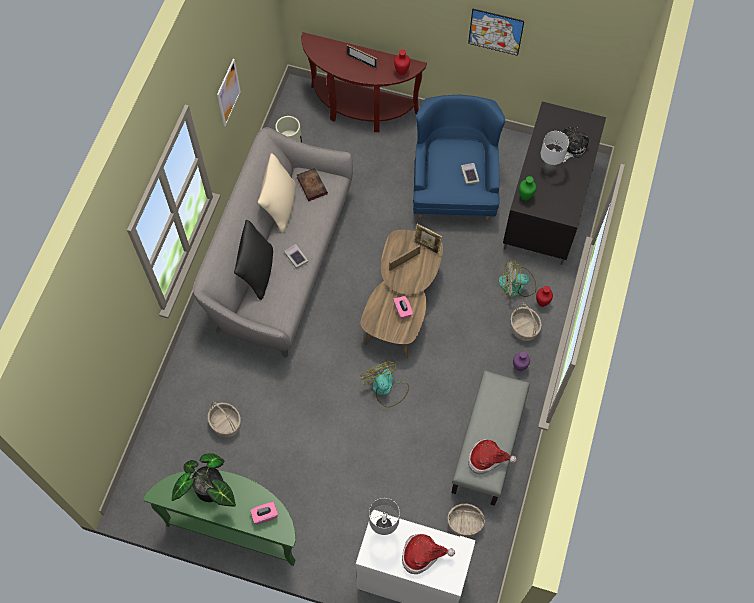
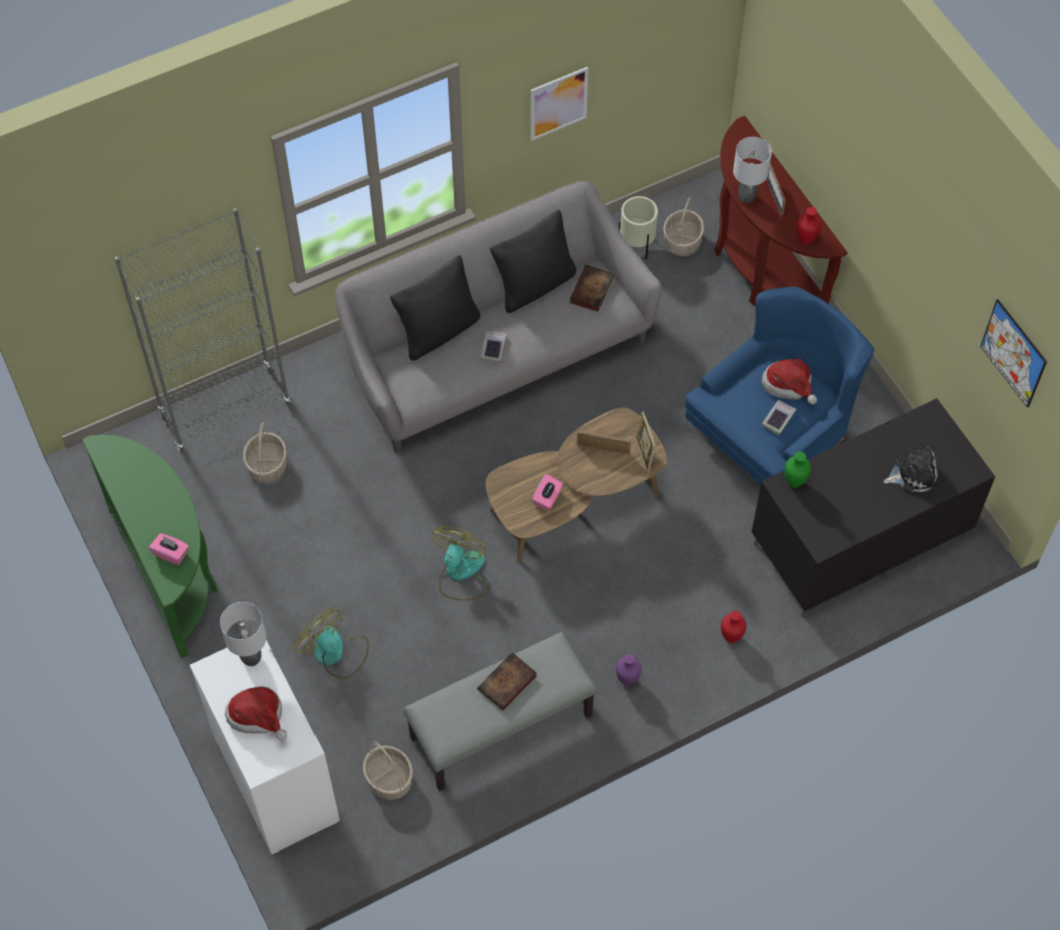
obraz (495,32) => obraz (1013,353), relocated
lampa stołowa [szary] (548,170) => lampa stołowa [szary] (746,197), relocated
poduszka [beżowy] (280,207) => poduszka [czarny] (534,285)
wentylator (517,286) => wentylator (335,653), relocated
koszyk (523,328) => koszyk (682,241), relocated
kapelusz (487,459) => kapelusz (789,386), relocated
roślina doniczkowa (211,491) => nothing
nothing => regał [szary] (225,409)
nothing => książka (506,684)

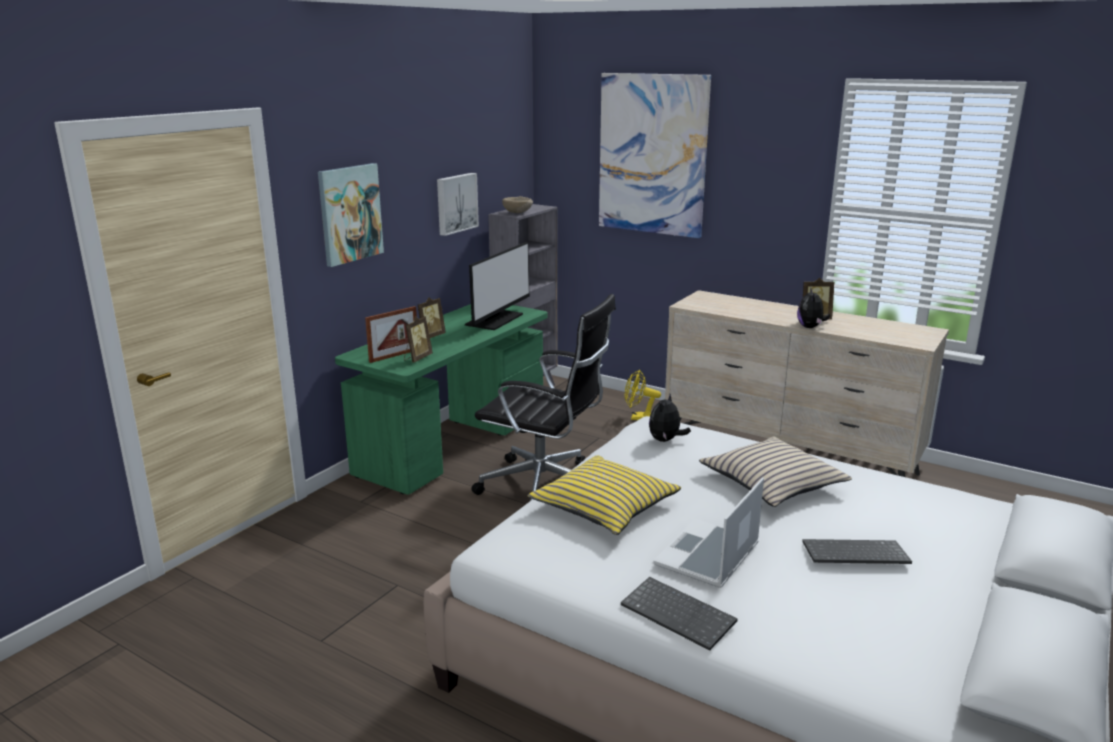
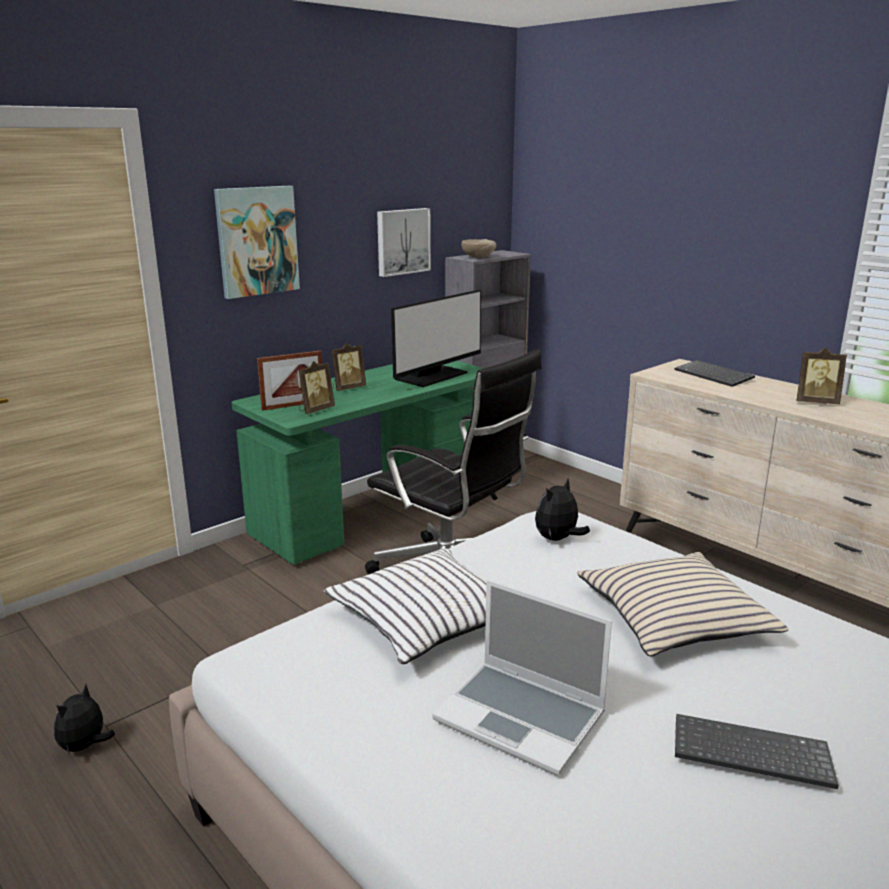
obraz (652,155) => nothing
pluszak (810,327) => pluszak (85,746), relocated
wentylator [żółty] (638,418) => nothing
poduszka [żółty] (605,506) => poduszka [biały] (426,619)
laptop (708,556) => laptop (522,717), 105 degrees counterclockwise
klawiatura (680,614) => klawiatura (715,375), relocated

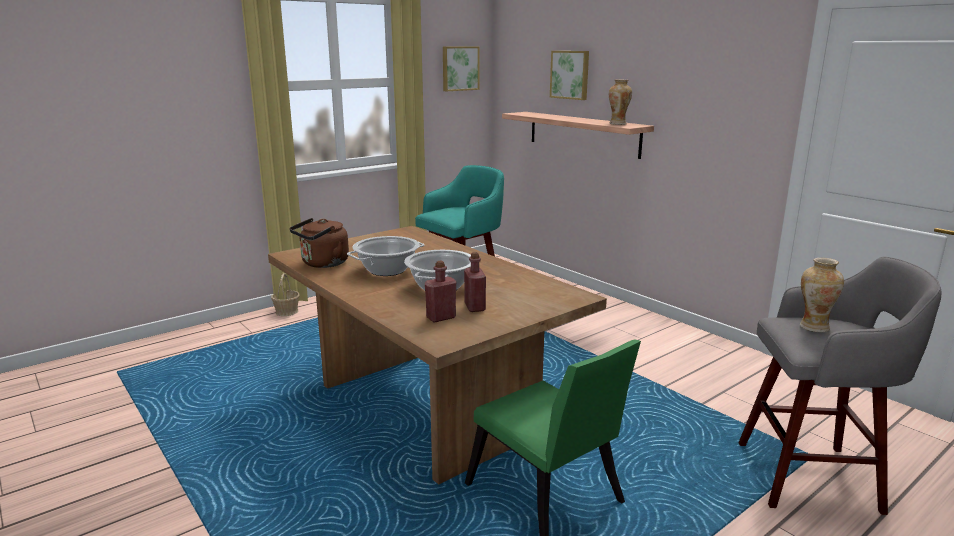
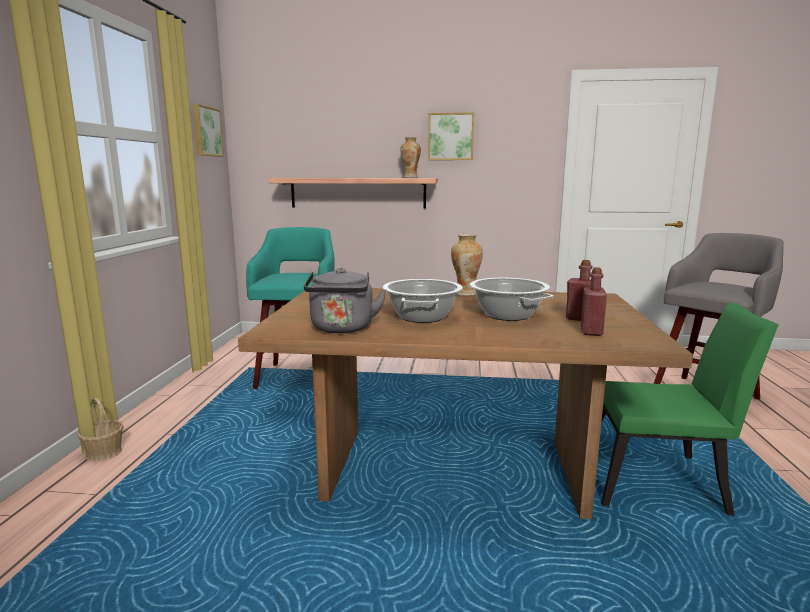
obraz (570,75) => obraz (450,137), relocated
czajnik [brązowy] (323,264) => czajnik [szary] (342,329)
wazon (813,327) => wazon (465,293), relocated

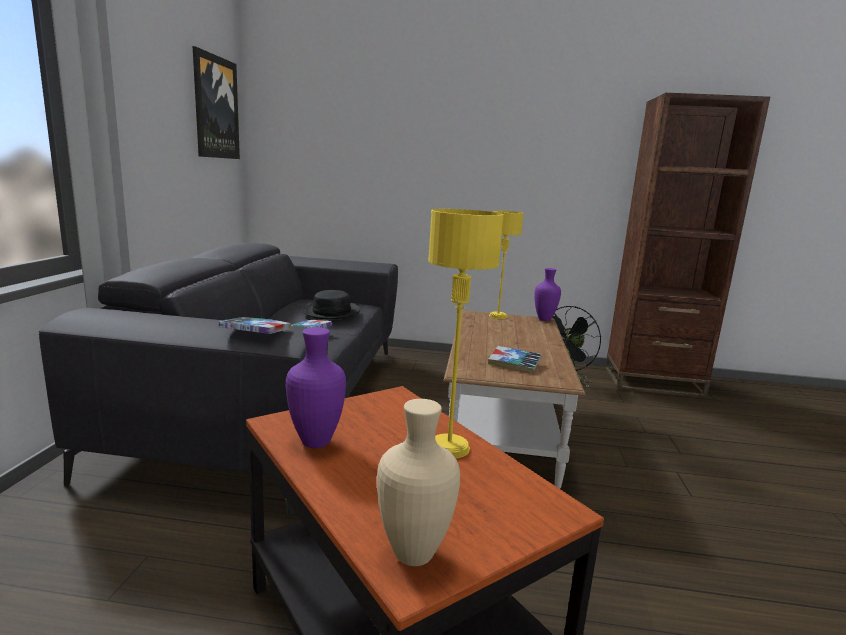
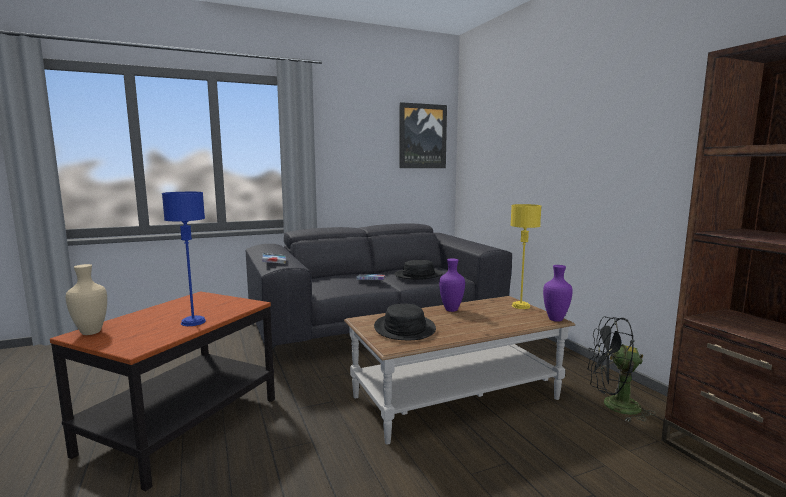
lampa stołowa [żółty] (448,448) => lampa stołowa [niebieski] (193,322)
wazon [fioletowy] (318,442) => wazon [fioletowy] (451,310), relocated
książka (514,364) => kapelusz [czarny] (404,328)

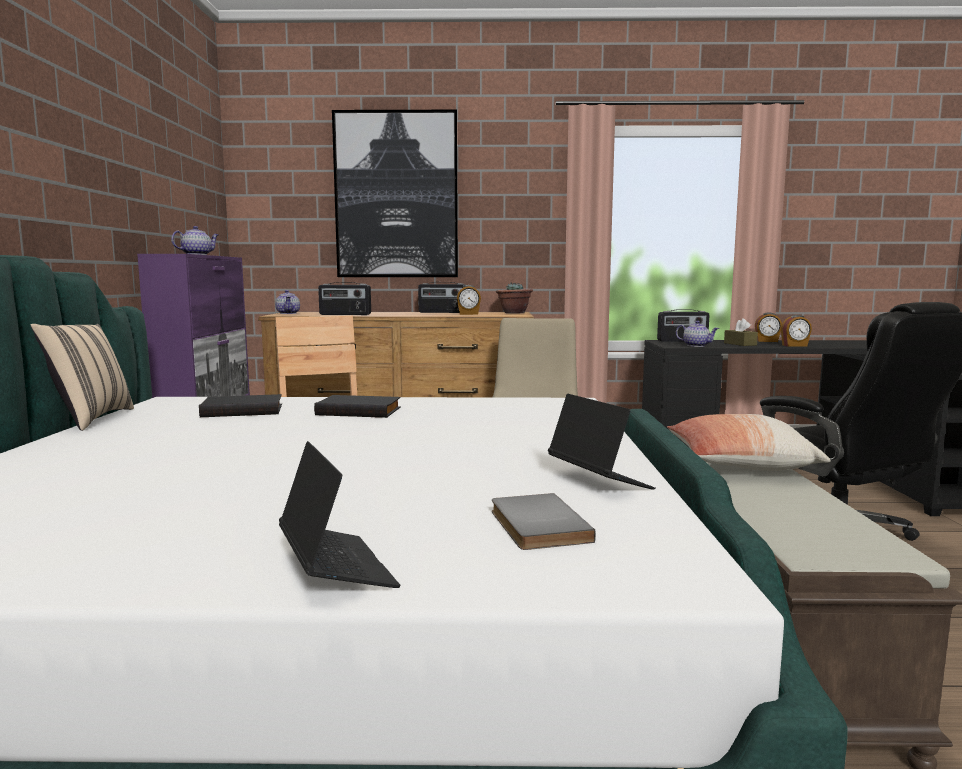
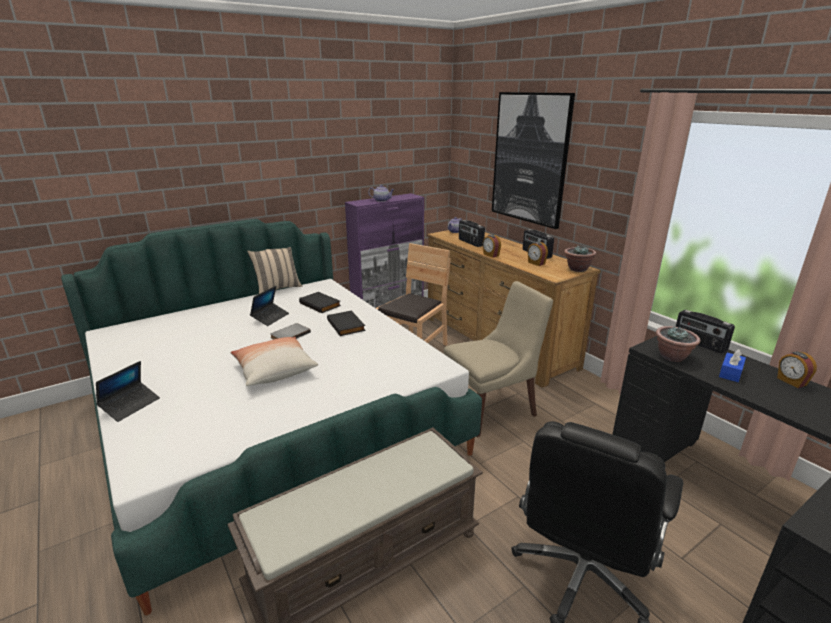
budzik (795,345) => budzik (490,255), relocated
pudełko chusteczek [brązowy] (740,344) => pudełko chusteczek [niebieski] (730,373)
imbryk (696,345) => roślina doniczkowa (672,356)
laptop (599,481) => laptop (270,317), relocated
poduszka (738,465) => poduszka (274,370), relocated
książka [szary] (535,526) => książka [szary] (289,334), relocated

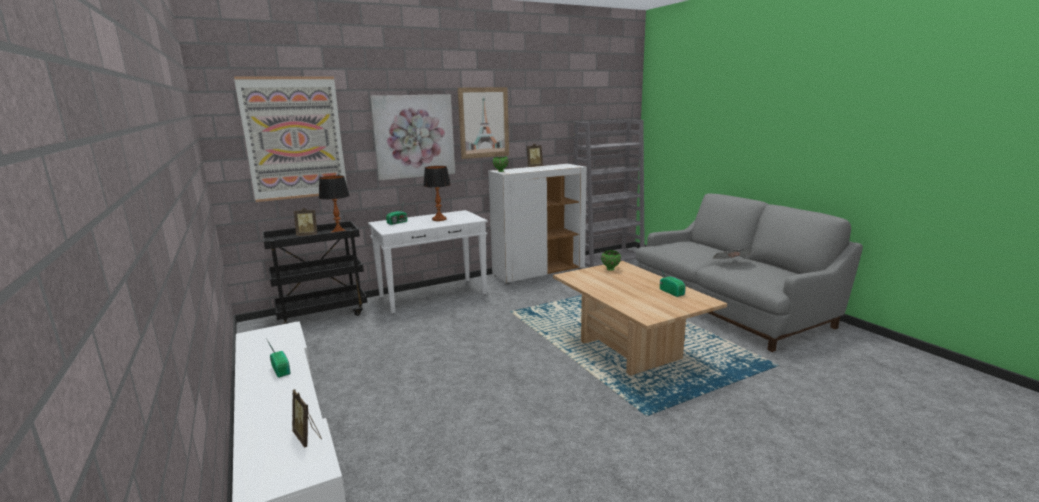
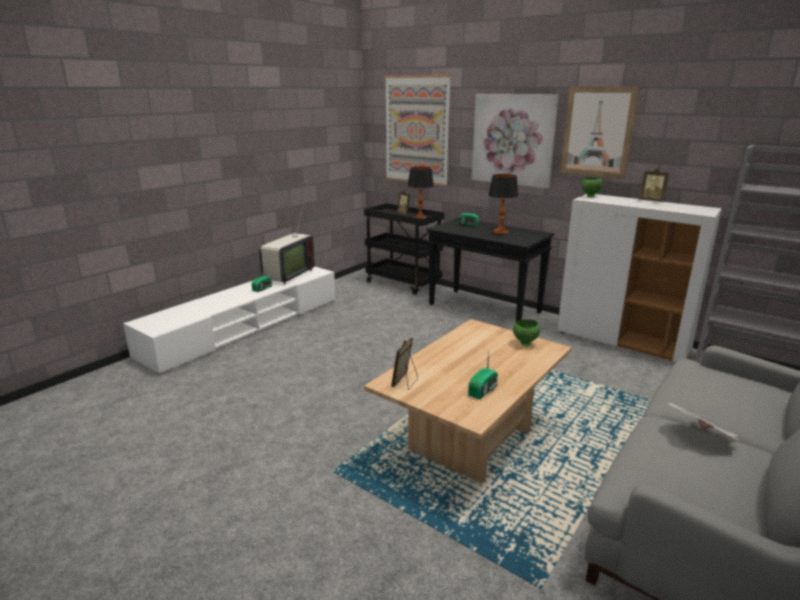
stolik konsolowy [biały] (434,295) => stolik konsolowy [czarny] (485,309)
ramka na zdjęcie (307,437) => ramka na zdjęcie (405,382), relocated
nothing => telewizor (287,275)

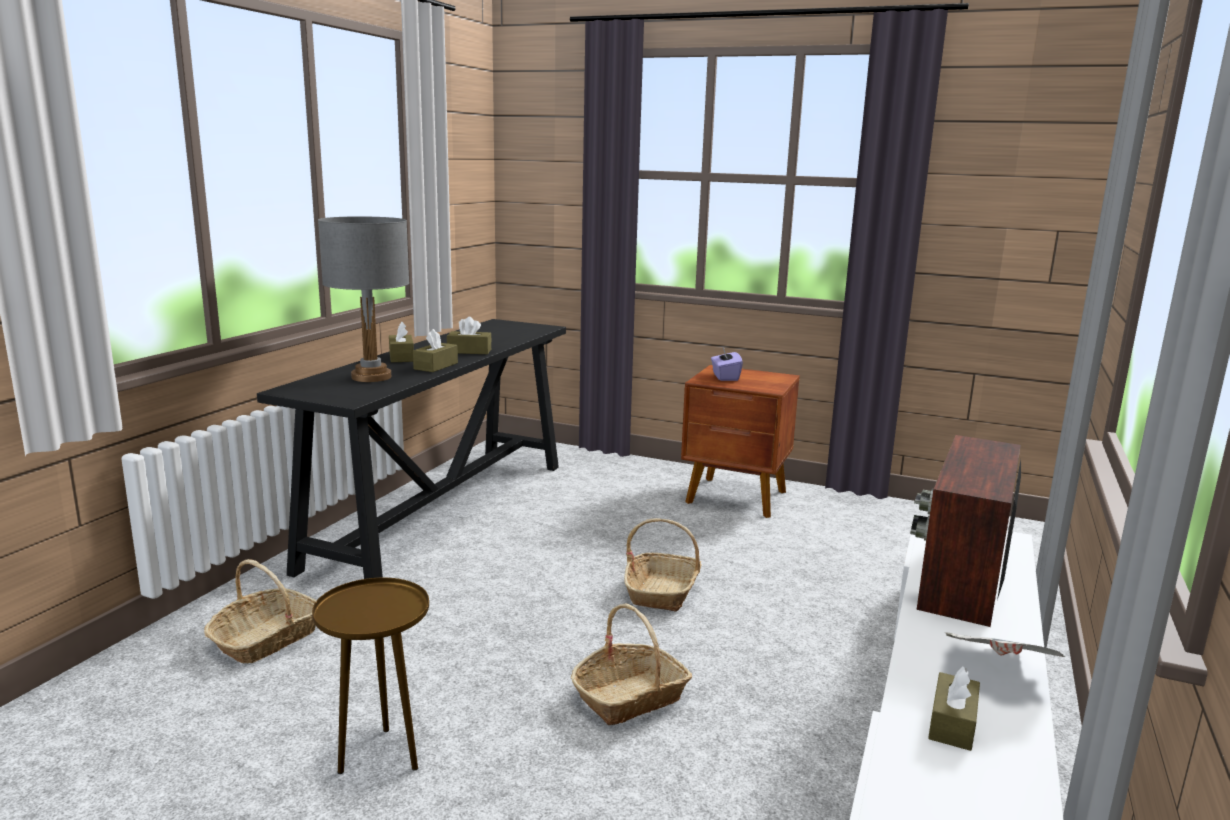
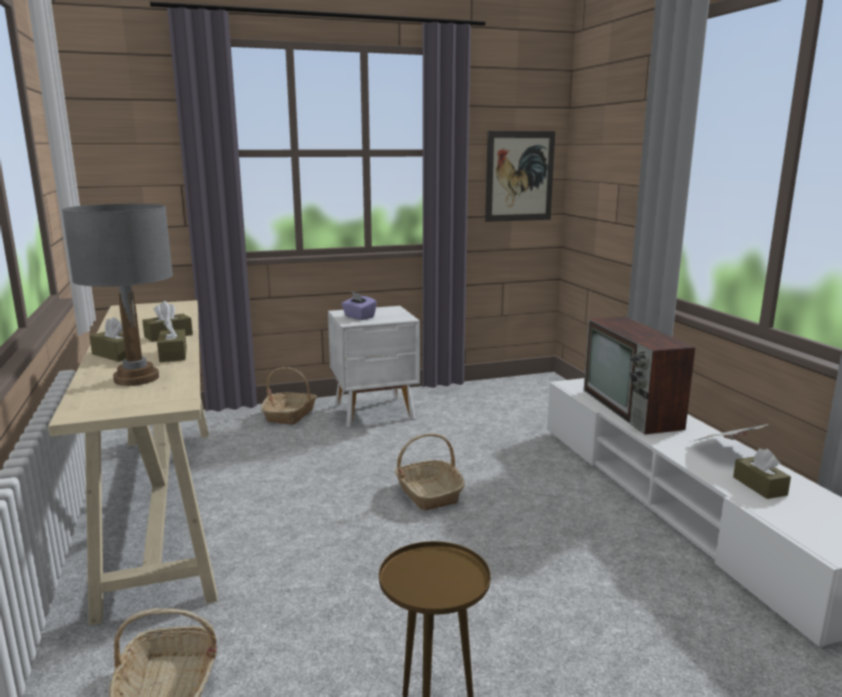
stolik konsolowy [czarny] (444,512) => stolik konsolowy [beżowy] (163,503)
szafka nocna [brązowy] (737,498) => szafka nocna [biały] (375,412)
koszyk (630,697) => koszyk (290,414), relocated
nothing => obraz (519,176)

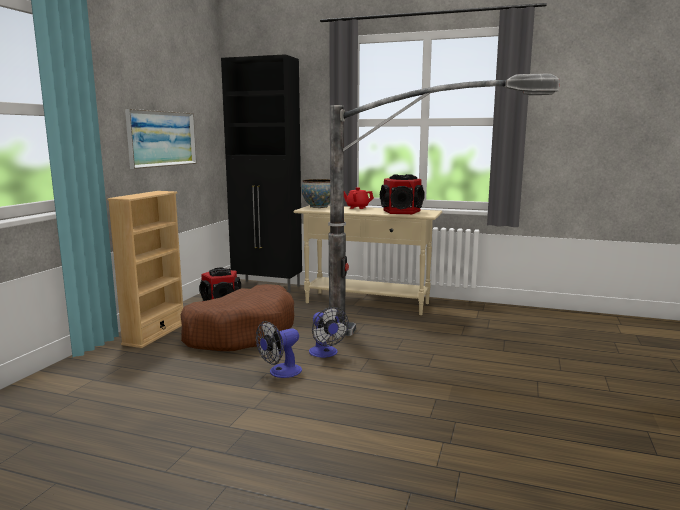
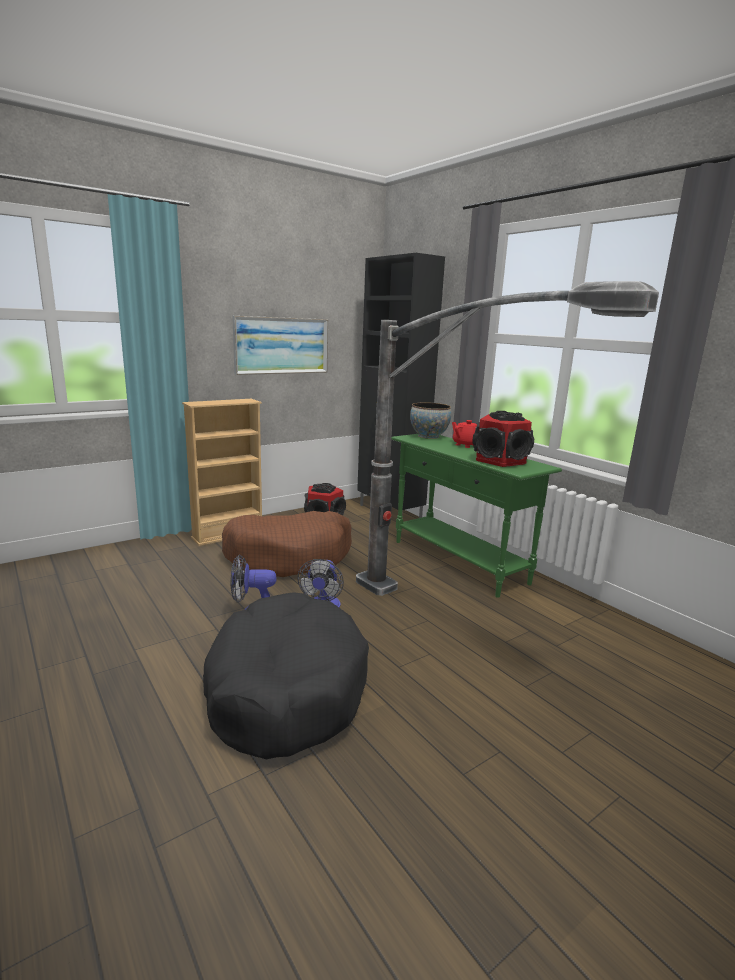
stolik konsolowy [beżowy] (367,303) => stolik konsolowy [zielony] (458,562)
nothing => legowisko [czarny] (285,688)

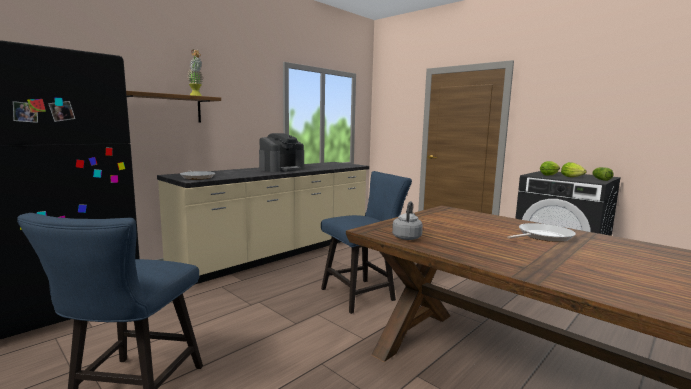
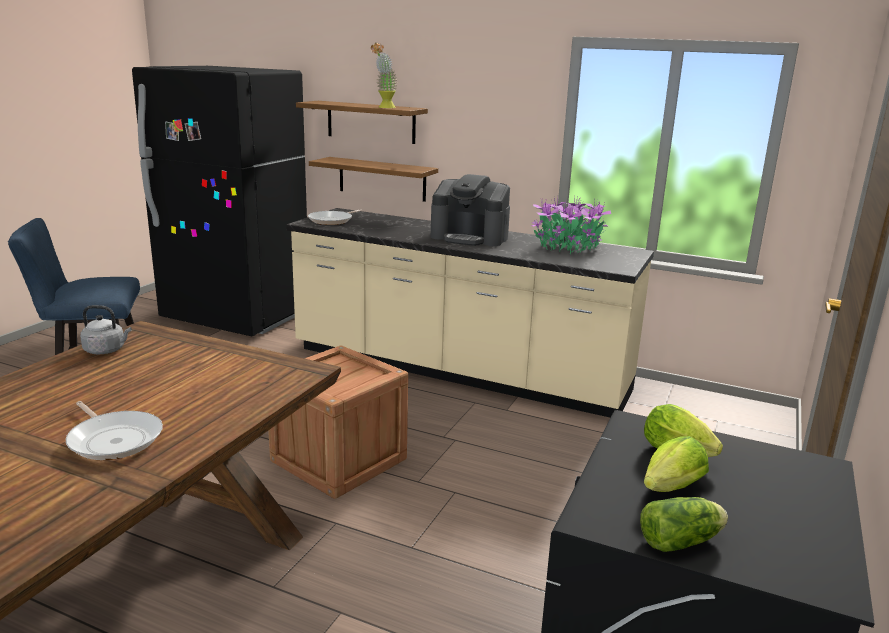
krzesło [niebieski] (362,294) => skrzynka (339,460)
nothing => półka (382,179)
nothing => roślina doniczkowa (569,248)

